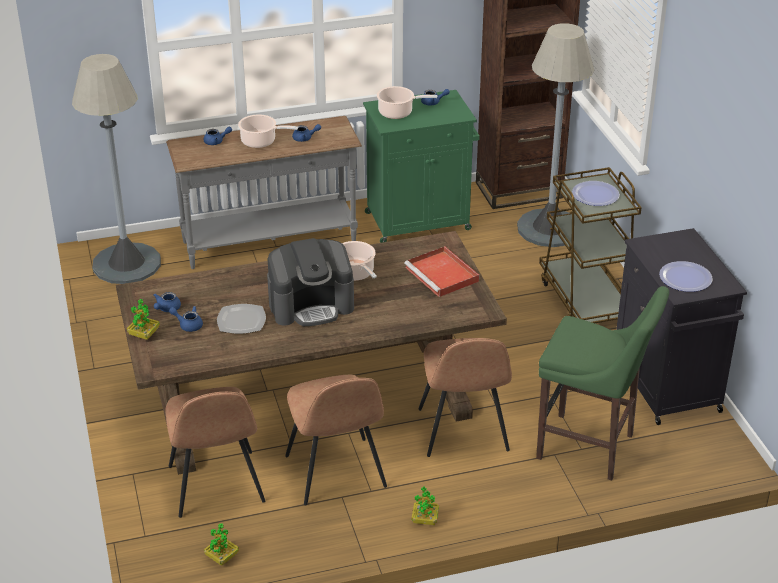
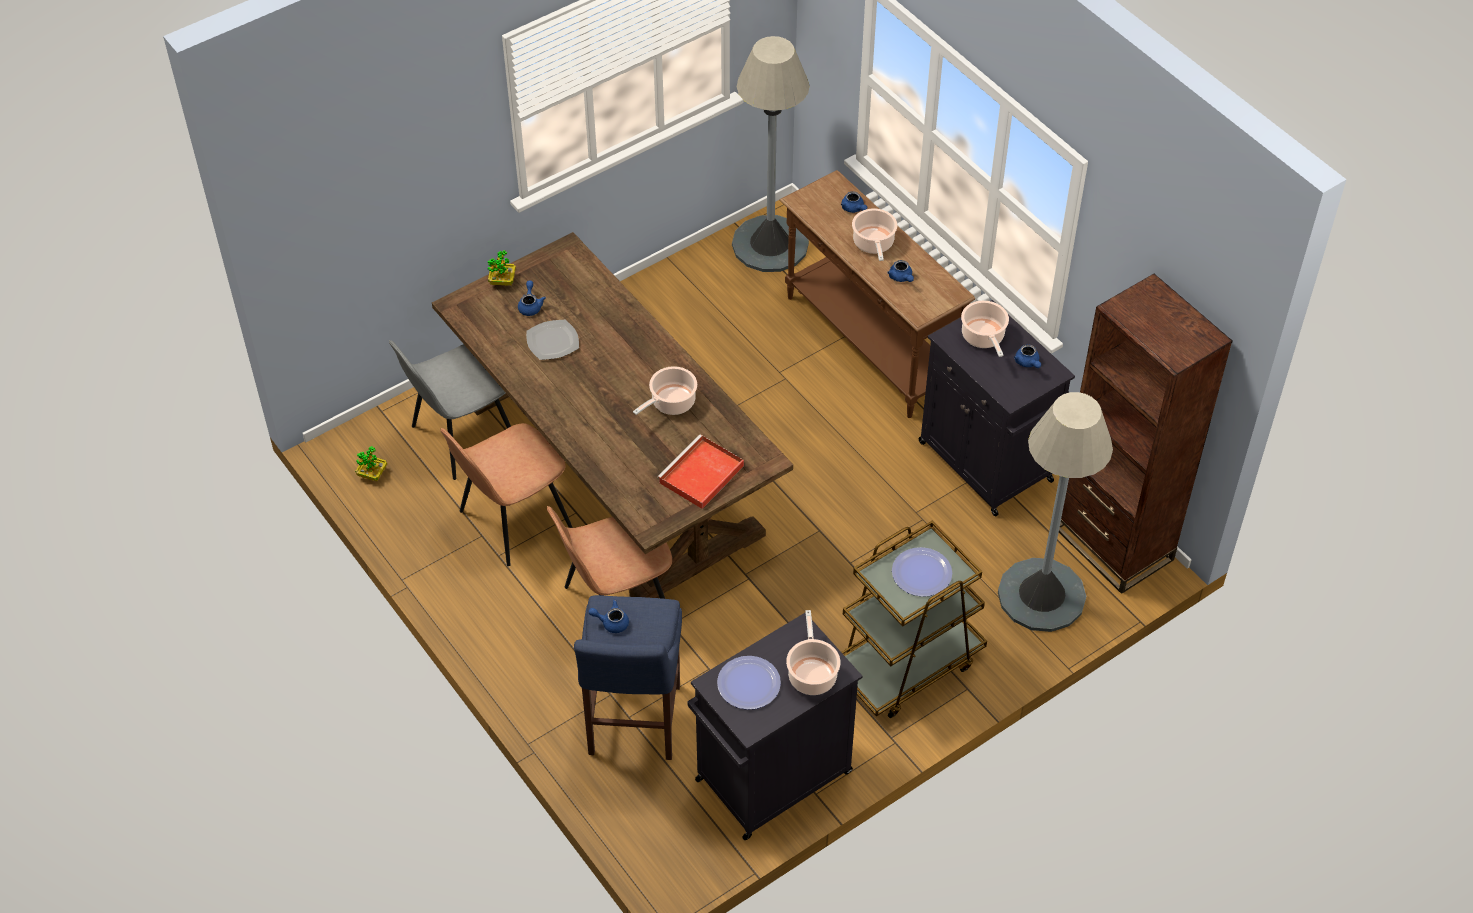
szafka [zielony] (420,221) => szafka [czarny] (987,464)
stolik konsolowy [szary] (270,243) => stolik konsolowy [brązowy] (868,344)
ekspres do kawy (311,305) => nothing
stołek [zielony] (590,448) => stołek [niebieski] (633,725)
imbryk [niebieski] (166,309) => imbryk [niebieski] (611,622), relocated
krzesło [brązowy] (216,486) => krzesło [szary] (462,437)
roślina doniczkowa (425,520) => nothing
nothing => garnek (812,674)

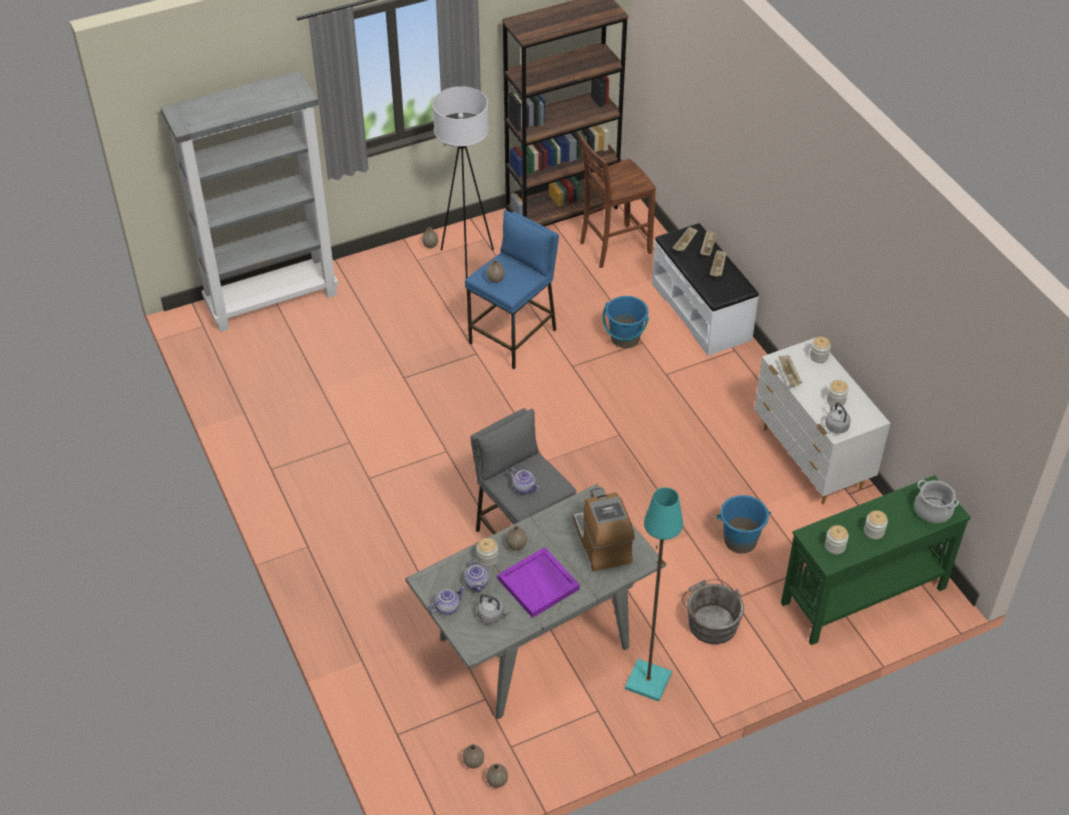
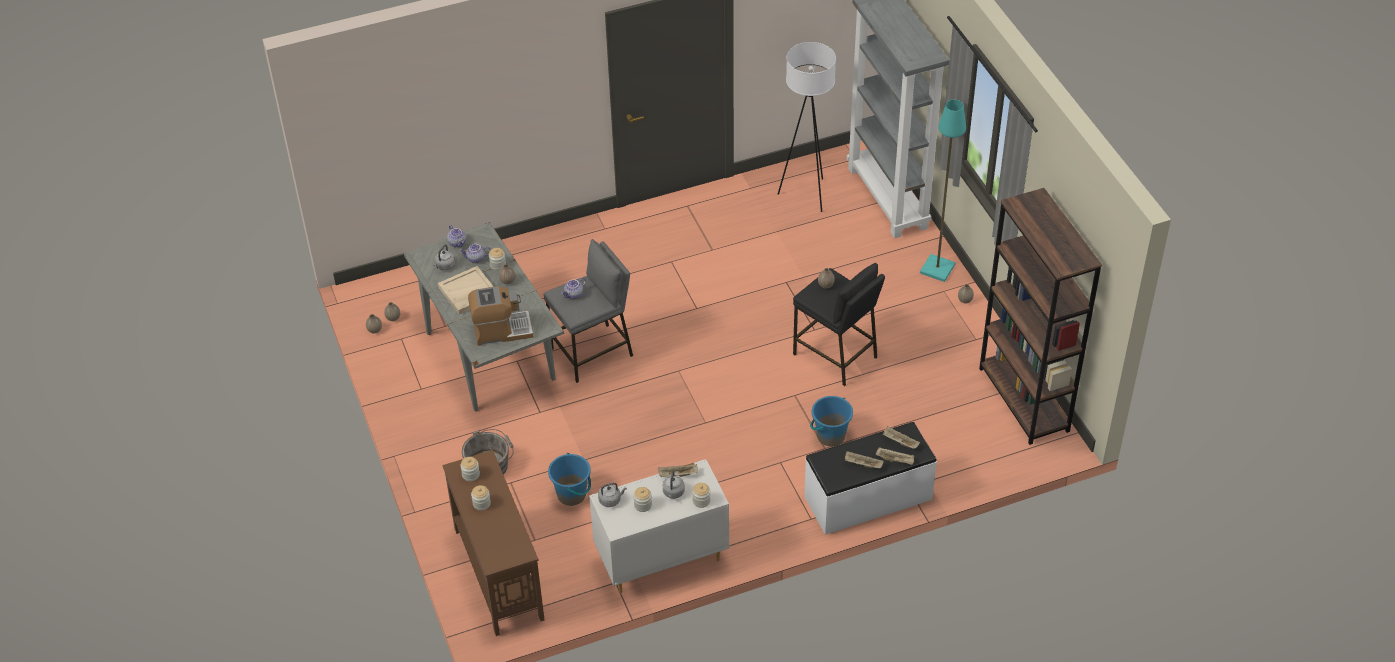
lampa stojąca [biały] (466,261) => lampa stojąca [biały] (806,194), relocated
krzesło [brązowy] (613,247) => nothing
stołek [niebieski] (514,337) => stołek [czarny] (835,356)
stolik konsolowy [zielony] (862,595) => stolik konsolowy [brązowy] (498,572)
garnek (933,510) => nothing
lampa stojąca [turkusowy] (647,681) => lampa stojąca [turkusowy] (937,268), relocated
taca [fioletowy] (539,584) => taca [beżowy] (468,292)
nothing => czajnik [szary] (673,493)

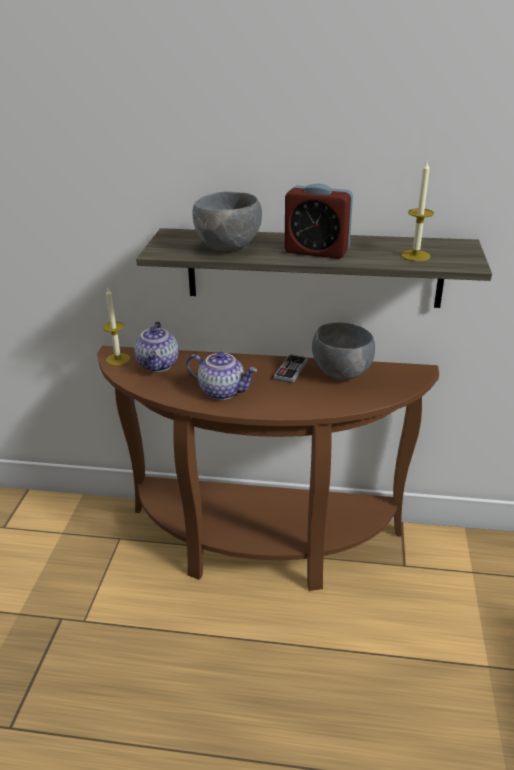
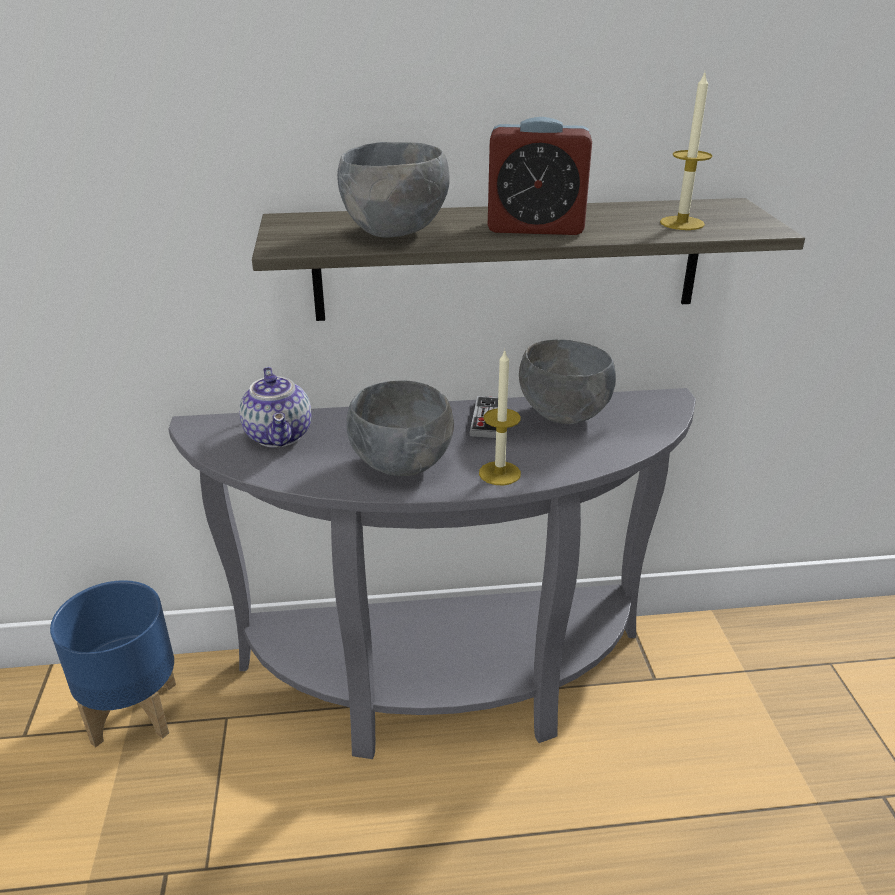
świeca (118,359) => świeca (499,473), relocated
stolik konsolowy [brązowy] (260,544) => stolik konsolowy [szary] (445,686)
imbryk (223,391) => miska [szary] (401,464)
nothing => donica [niebieski] (134,712)

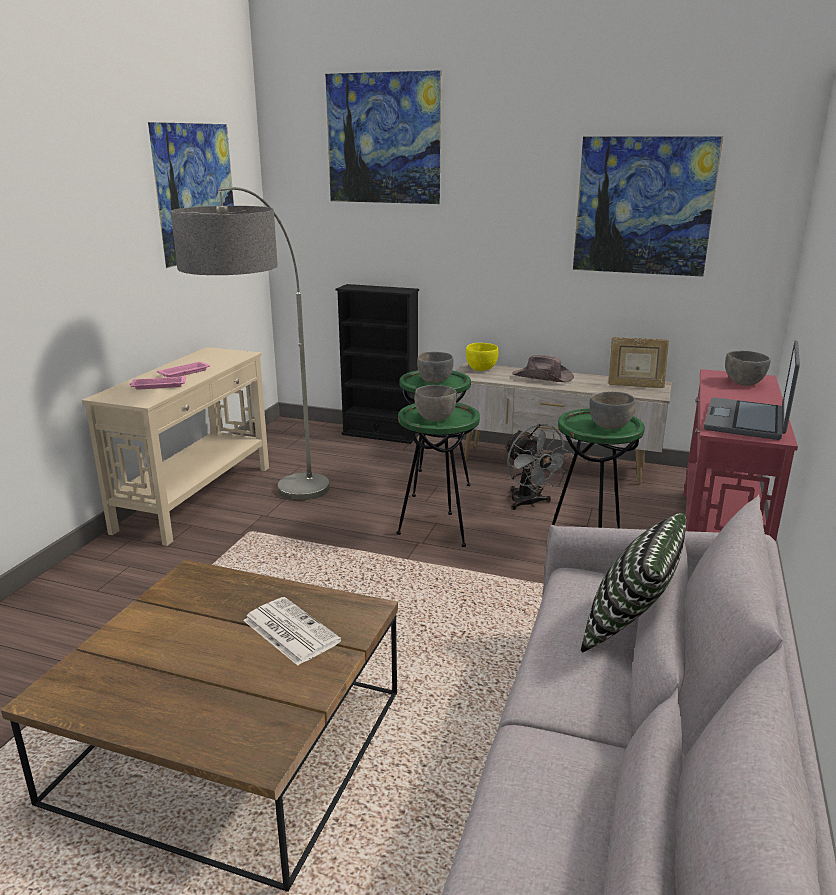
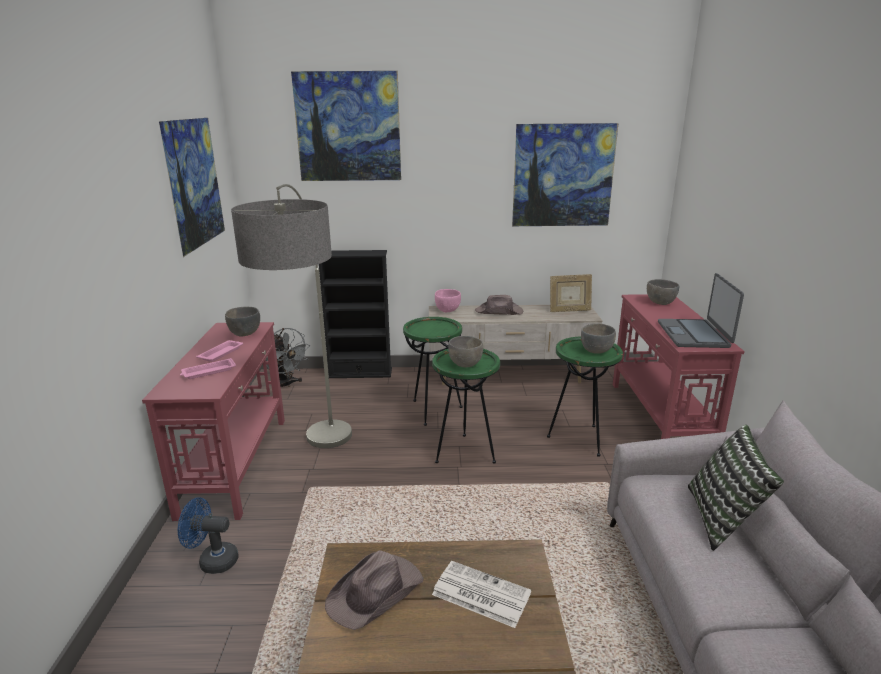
miska [żółty] (481,369) => miska [różowy] (447,310)
stolik konsolowy [beżowy] (197,497) => stolik konsolowy [czerwony] (236,463)
miska [szary] (435,381) => miska [szary] (245,333), relocated
wentylator [szary] (529,503) => wentylator [szary] (286,385), relocated
nothing => wentylator [niebieski] (212,561)
nothing => kapelusz [brązowy] (376,592)

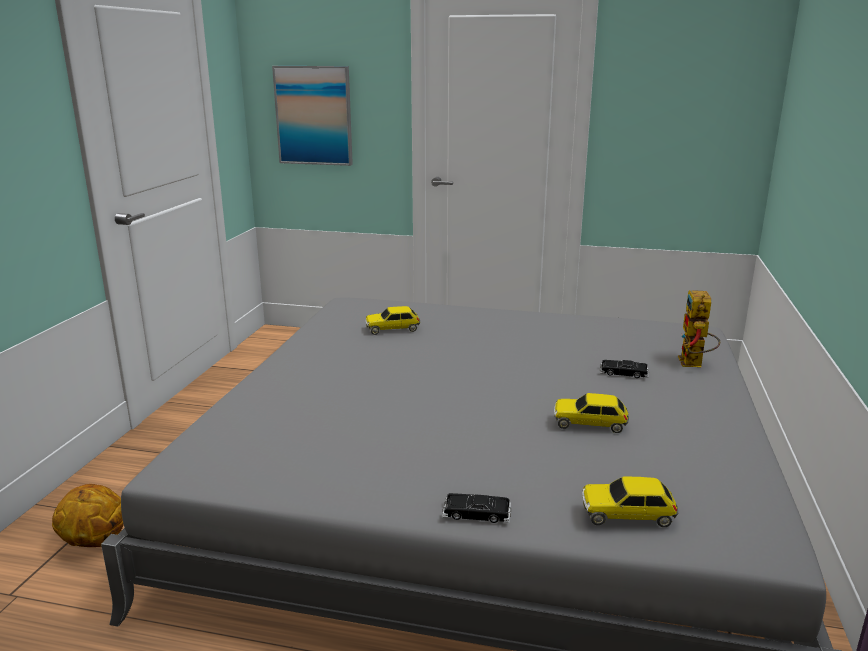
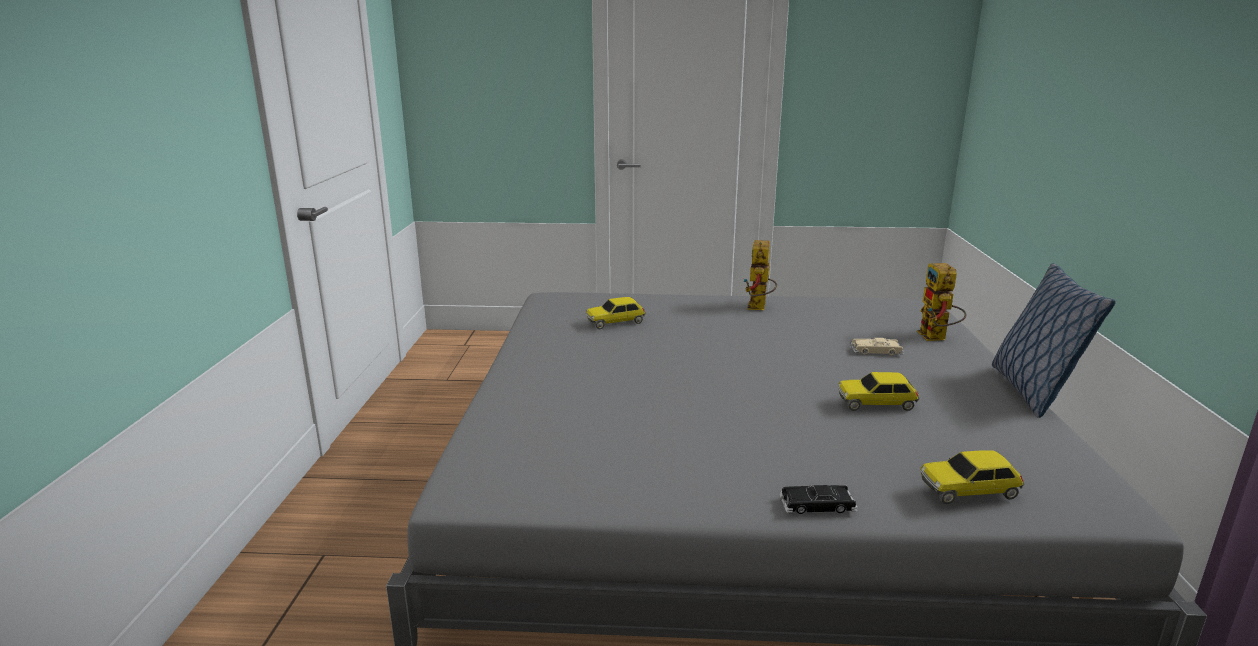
obraz (314,115) => nothing
samochodzik [czarny] (623,373) => samochodzik [beżowy] (876,351)
piłka do koszykówki (94,543) => nothing
nothing => robot zabawkowy (759,308)
nothing => poduszka (1032,391)

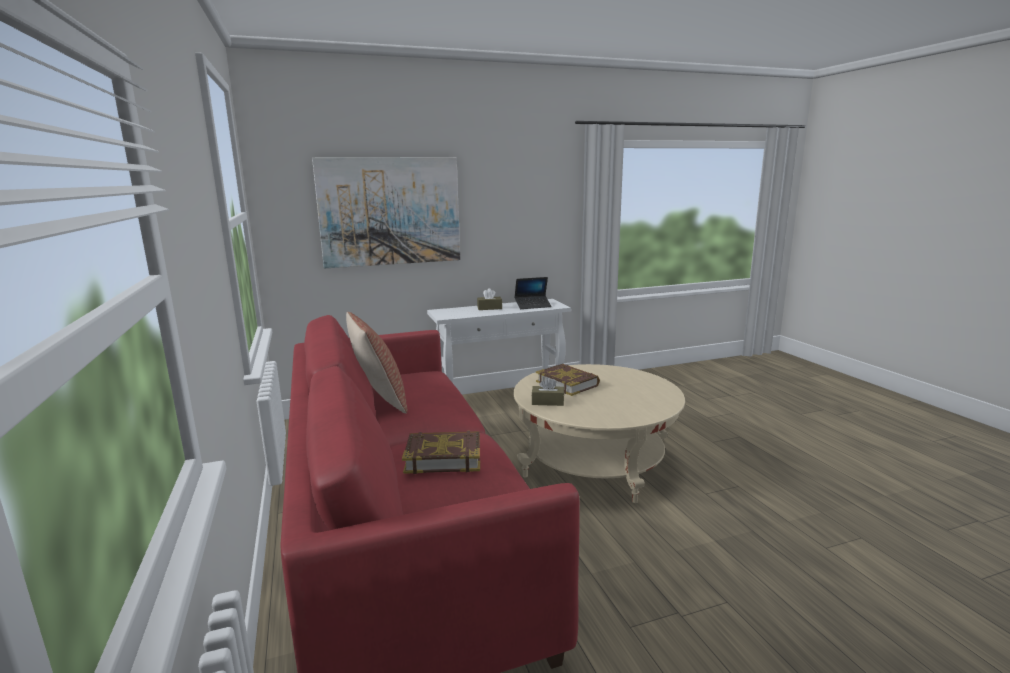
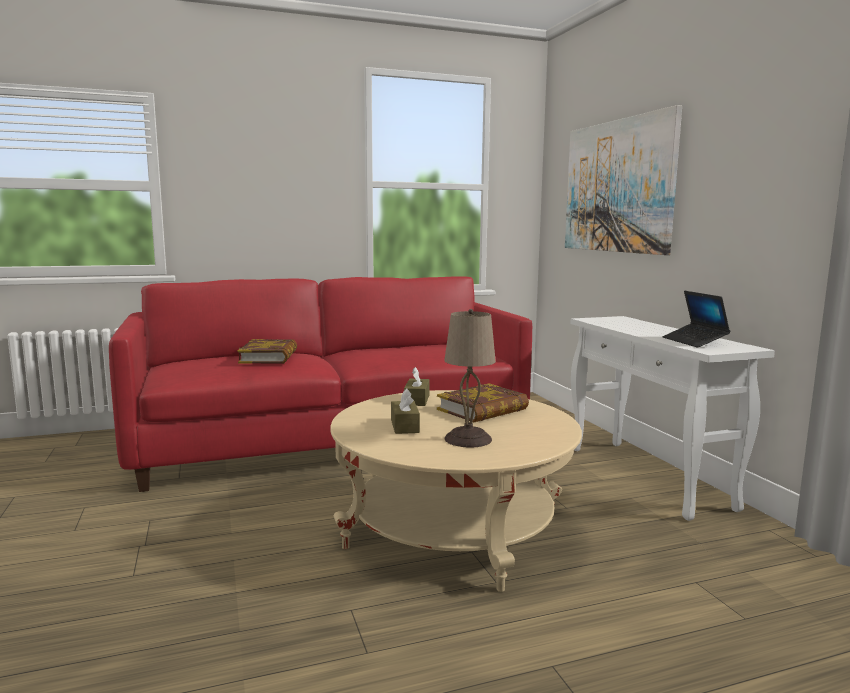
pudełko chusteczek [brązowy] (489,308) => pudełko chusteczek [brązowy] (404,426), relocated
poduszka (379,400) => nothing
nothing => lampa stołowa [beżowy] (469,439)

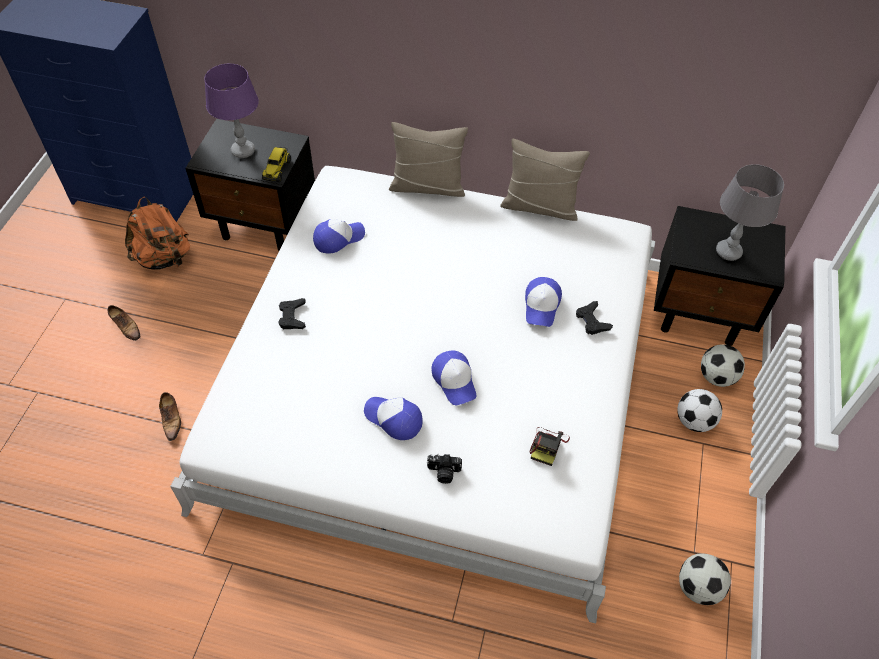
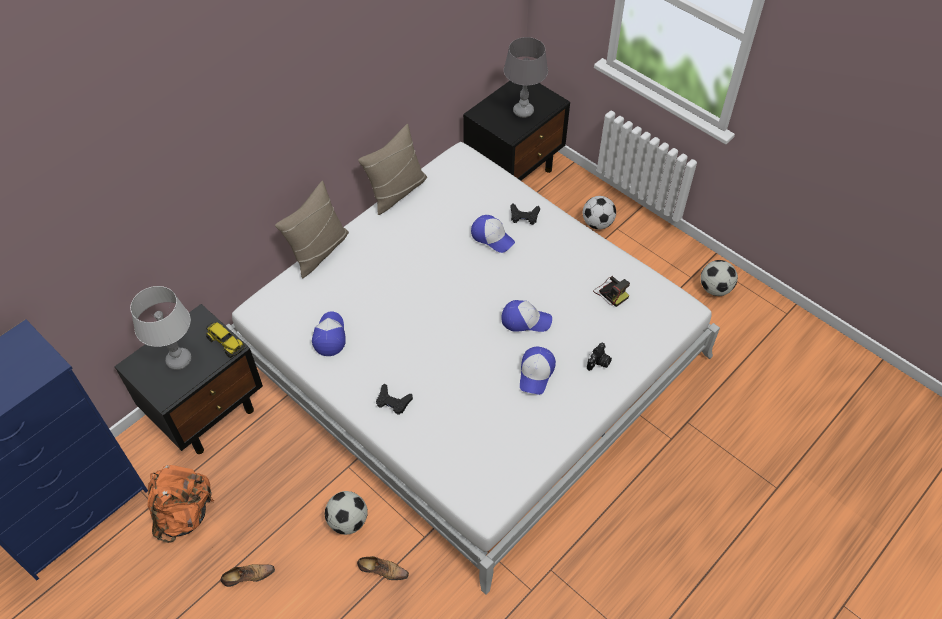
lampa stołowa [fioletowy] (243,151) => lampa stołowa [szary] (179,360)
piłka futbolowa (716,376) => piłka futbolowa (348,521), relocated
czapka z daszkiem (393,419) => czapka z daszkiem (536,373), 45 degrees counterclockwise

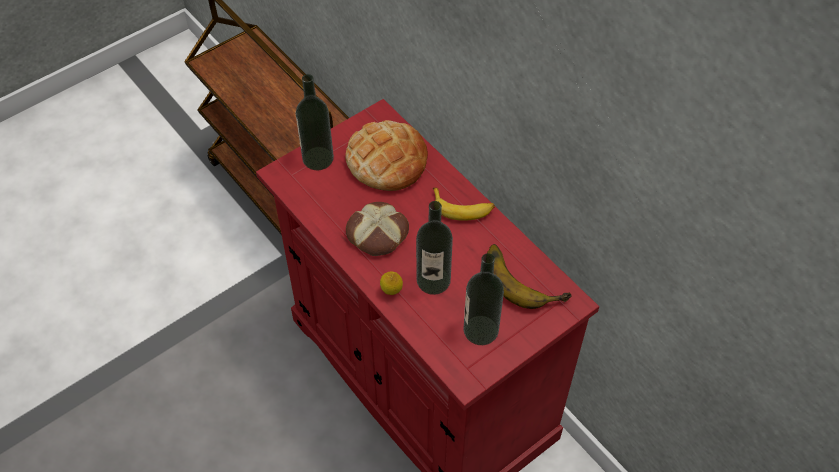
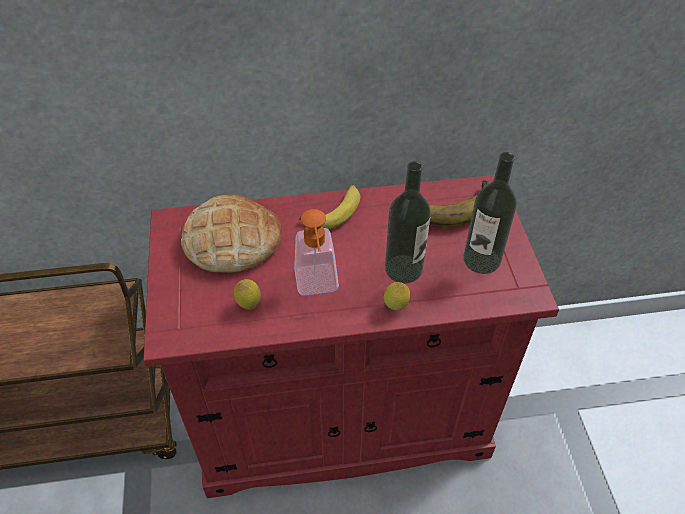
butelka (318,158) => nothing
chleb (378,234) => dozownik mydła (317,287)
nothing => cytryna (249,305)

